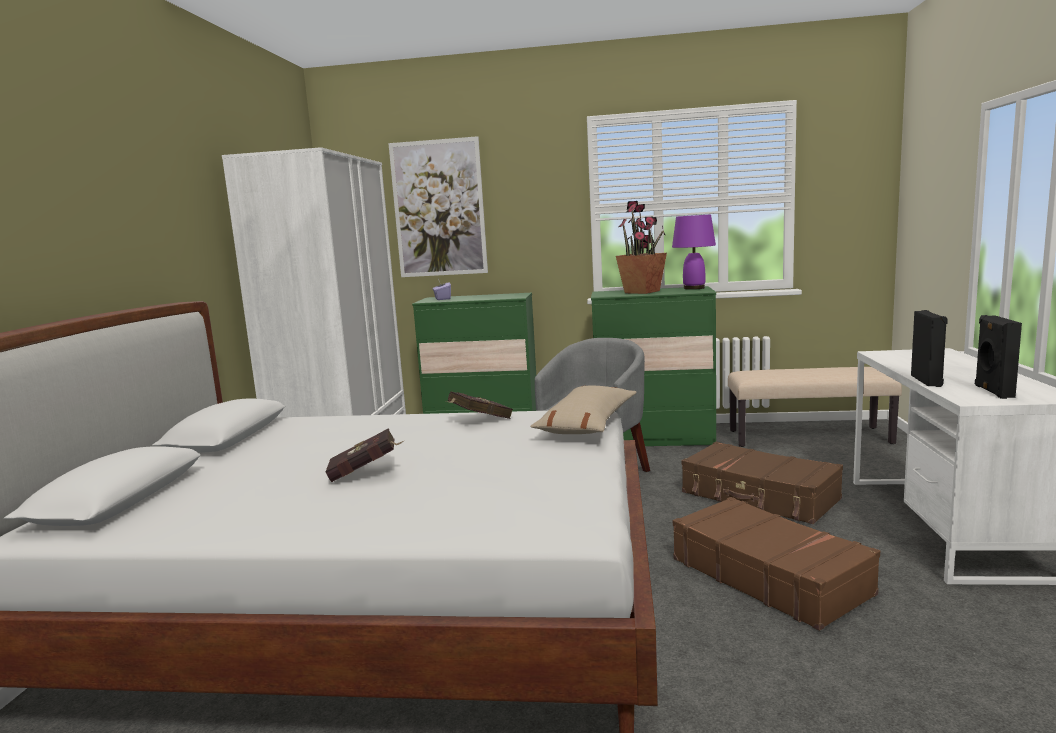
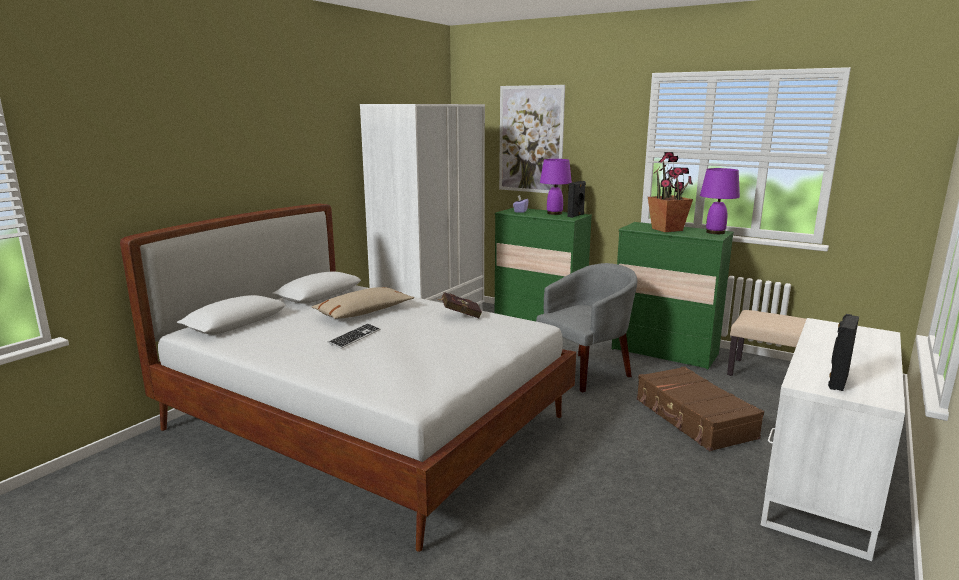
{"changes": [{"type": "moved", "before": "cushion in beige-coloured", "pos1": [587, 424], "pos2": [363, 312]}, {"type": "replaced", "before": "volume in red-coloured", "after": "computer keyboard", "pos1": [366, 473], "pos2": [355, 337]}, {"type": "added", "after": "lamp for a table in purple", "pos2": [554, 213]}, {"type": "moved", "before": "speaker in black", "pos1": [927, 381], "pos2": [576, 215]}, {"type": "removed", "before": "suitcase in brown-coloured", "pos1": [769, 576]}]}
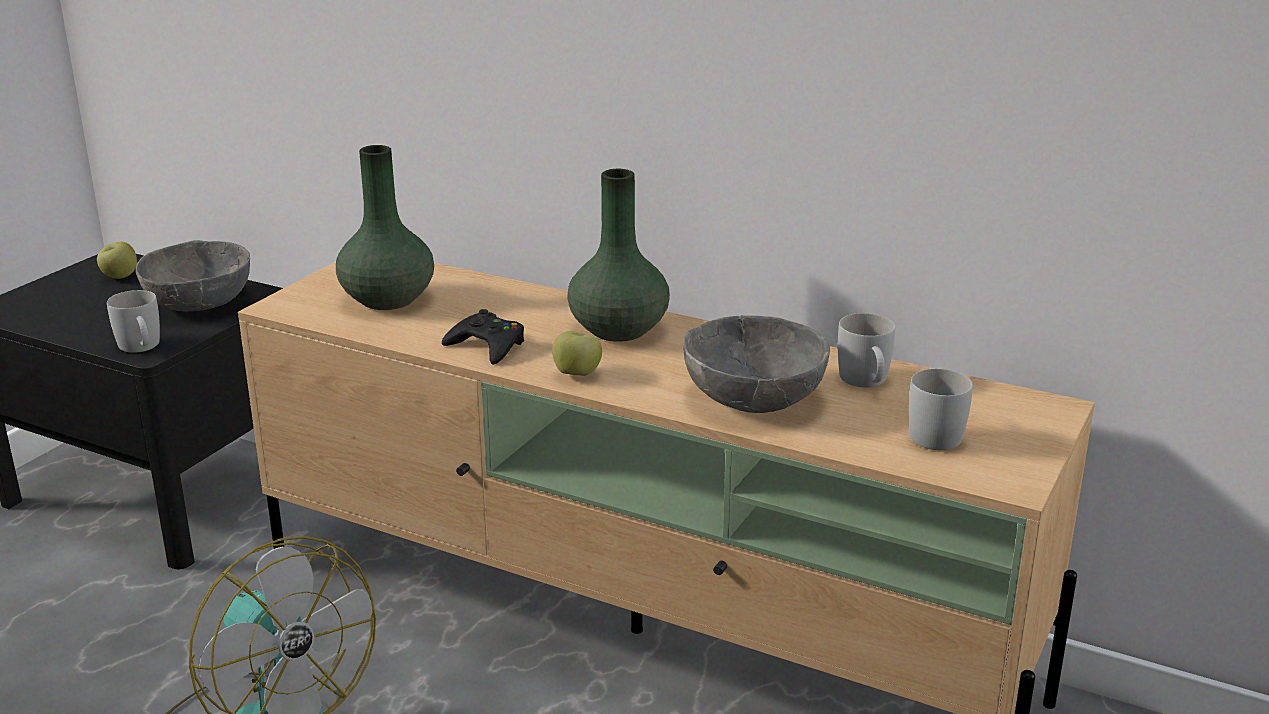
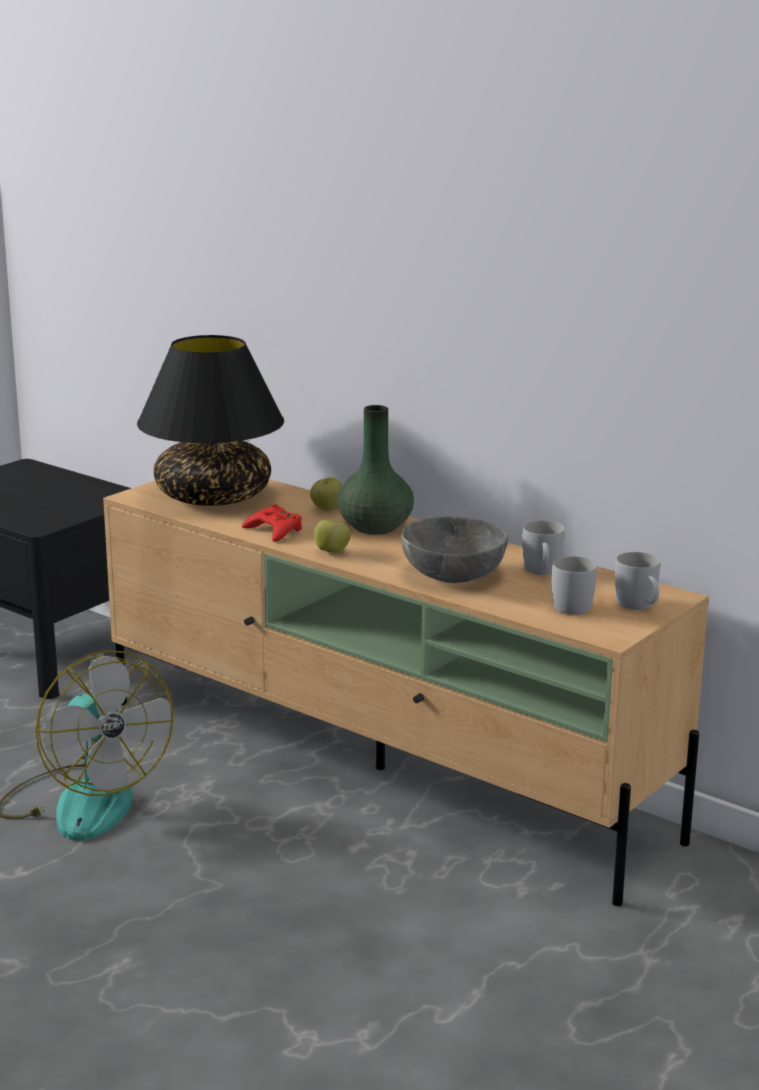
{"changes": [{"type": "replaced", "before": "vase in green-coloured", "after": "lamp for a table in black", "pos1": [388, 300], "pos2": [213, 497]}, {"type": "recoloured", "before": "game controller in black", "after": "game controller in red-coloured", "pos1": [487, 346], "pos2": [274, 530]}, {"type": "moved", "before": "apple fruit", "pos1": [120, 277], "pos2": [327, 509]}, {"type": "moved", "before": "tea mug in white-coloured", "pos1": [141, 348], "pos2": [639, 606]}, {"type": "removed", "before": "deep dish in greyish", "pos1": [199, 302]}]}
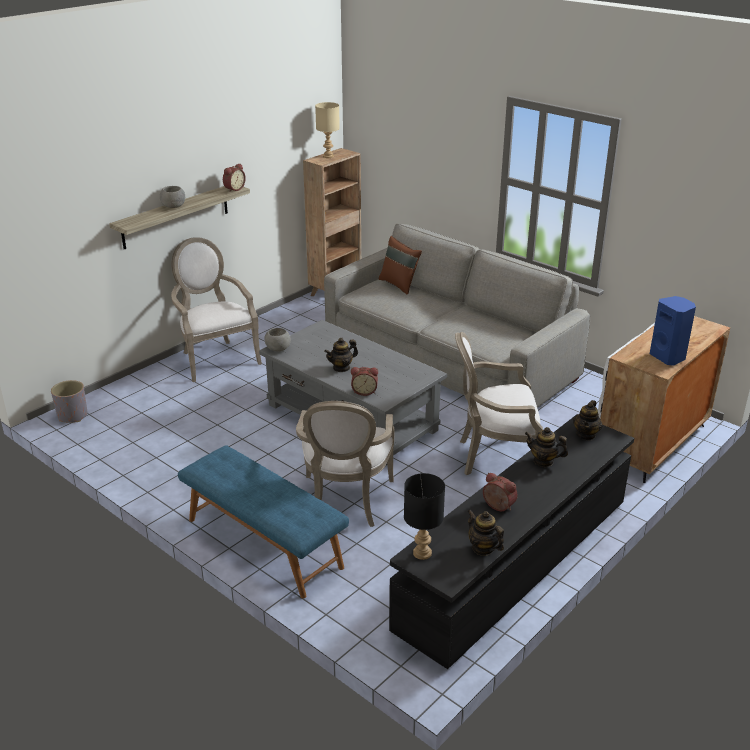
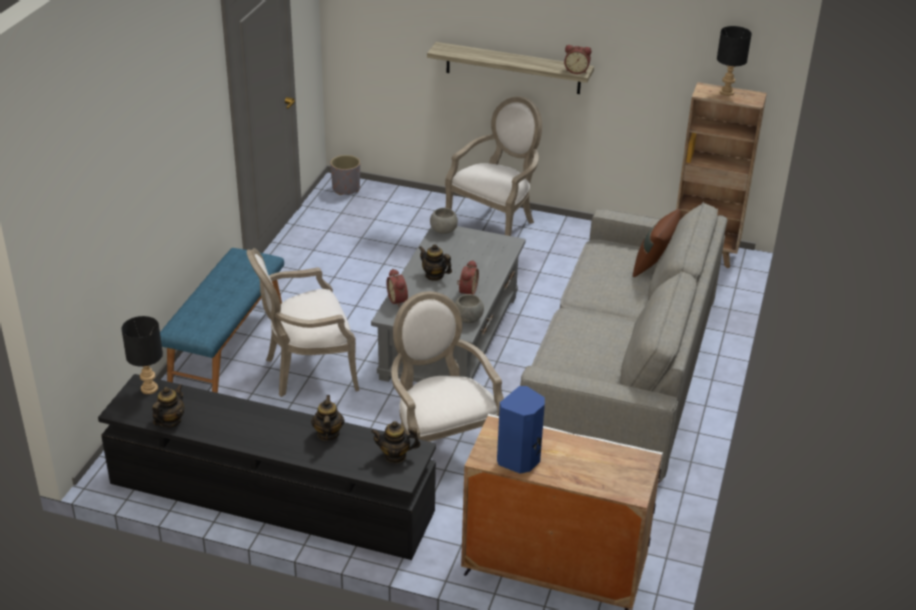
{"changes": [{"type": "moved", "before": "deep dish in greyish", "pos1": [173, 206], "pos2": [468, 319]}, {"type": "moved", "before": "table clock", "pos1": [497, 507], "pos2": [466, 291]}, {"type": "recoloured", "before": "lamp for a table in beige-coloured", "after": "lamp for a table in black", "pos1": [328, 156], "pos2": [726, 92]}]}
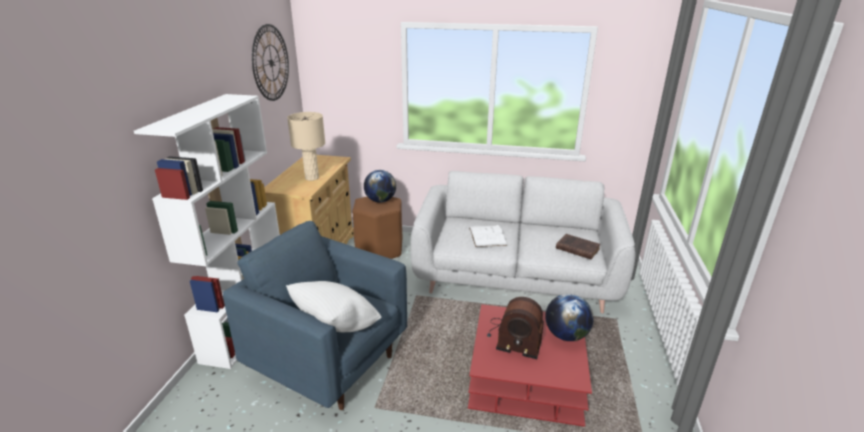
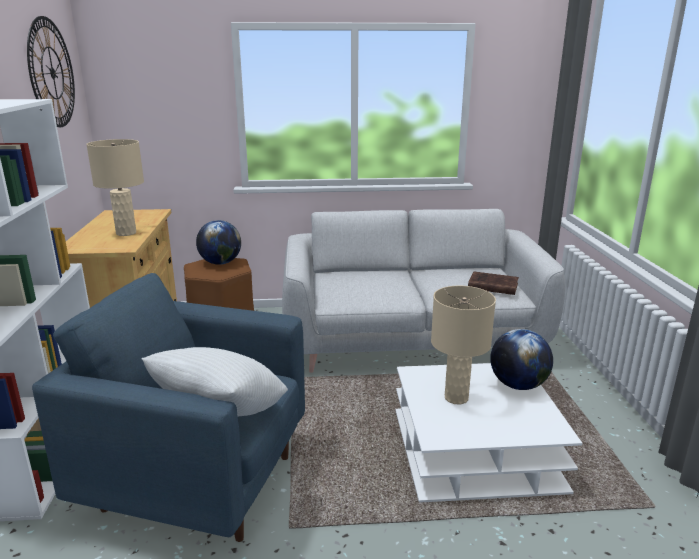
{"changes": [{"type": "recoloured", "before": "lounge table in red-coloured", "after": "lounge table in white-coloured", "pos1": [526, 376], "pos2": [474, 449]}, {"type": "replaced", "before": "radio", "after": "lamp for a table in beige-coloured", "pos1": [513, 337], "pos2": [456, 397]}, {"type": "removed", "before": "volume in white-coloured", "pos1": [487, 236]}]}
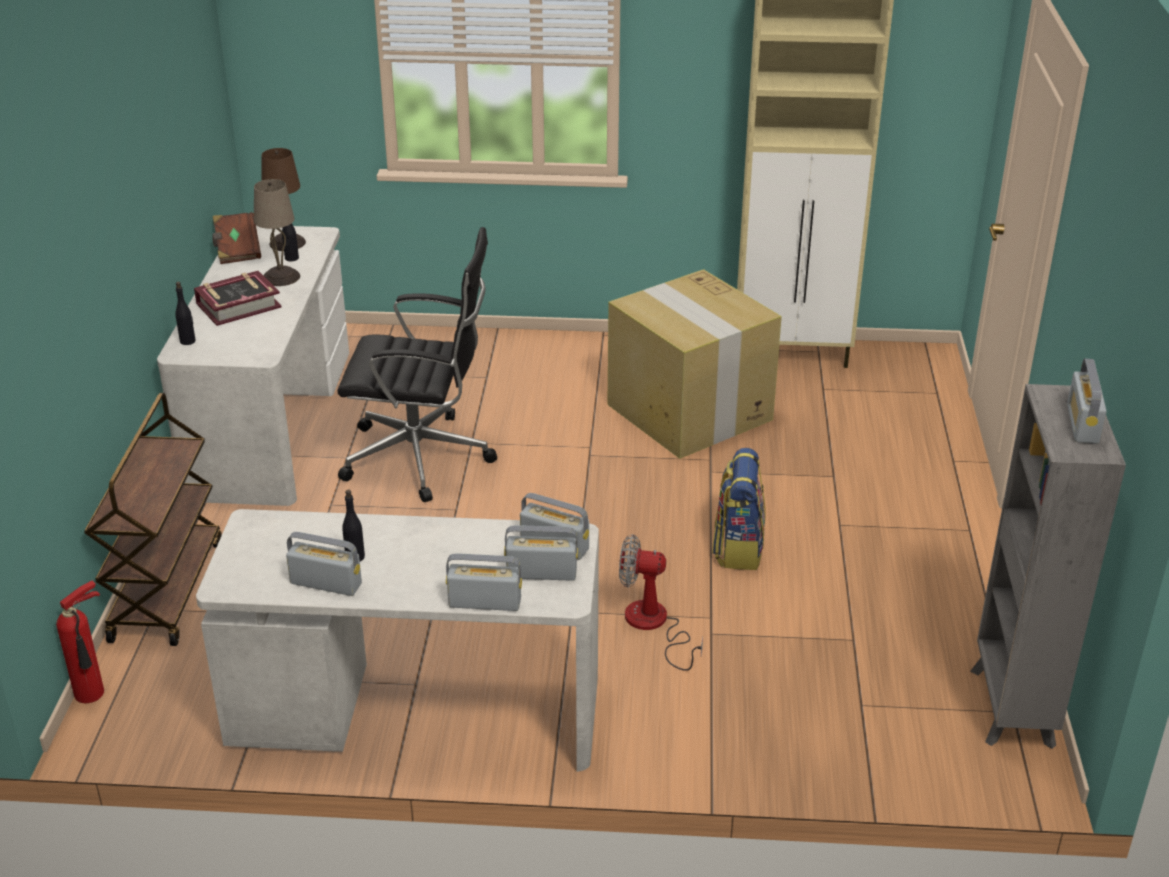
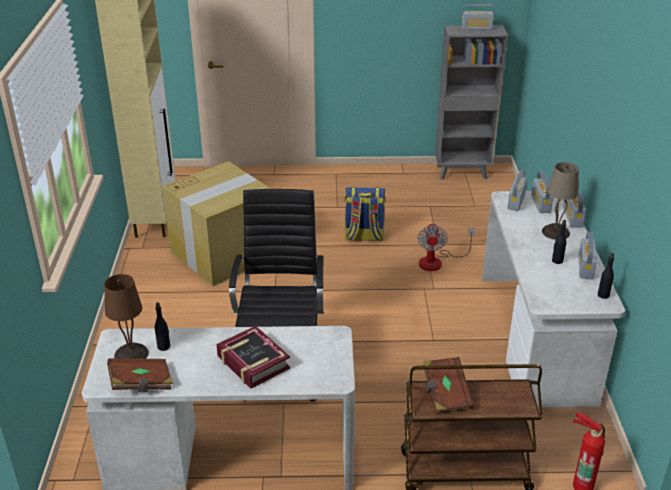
{"changes": [{"type": "added", "after": "volume in brown-coloured", "pos2": [445, 394]}, {"type": "moved", "before": "lamp for a table in beige-coloured", "pos1": [281, 277], "pos2": [556, 232]}, {"type": "moved", "before": "bottle in black", "pos1": [188, 341], "pos2": [603, 295]}]}
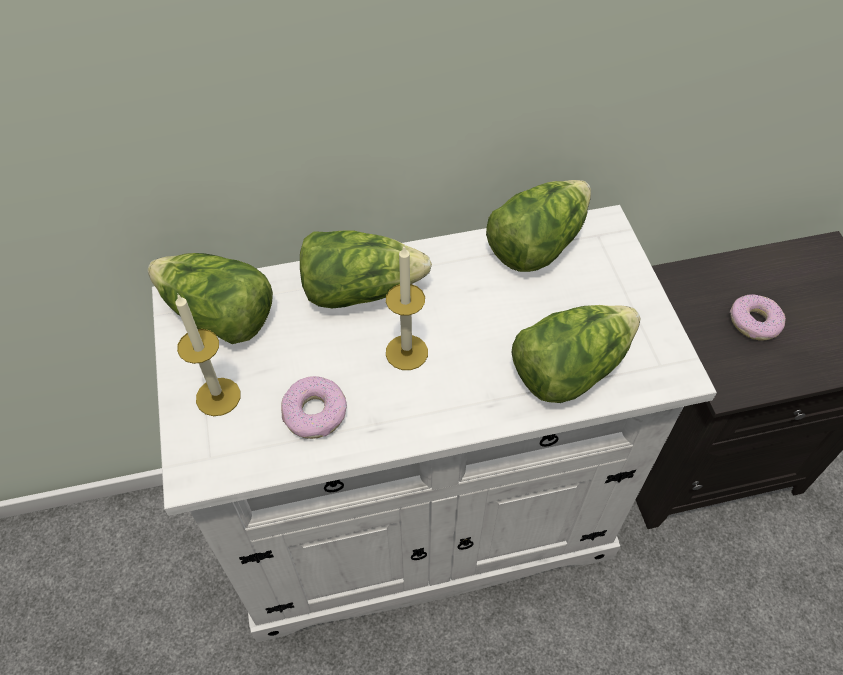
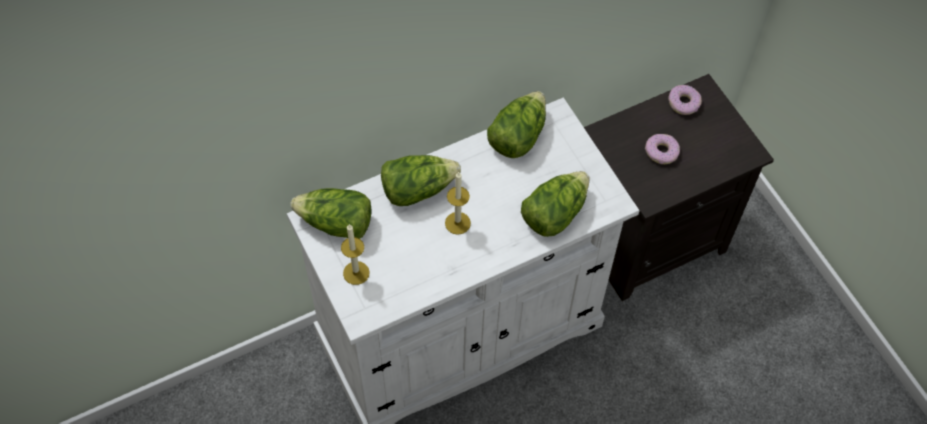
{"changes": [{"type": "moved", "before": "doughnut", "pos1": [315, 413], "pos2": [683, 103]}]}
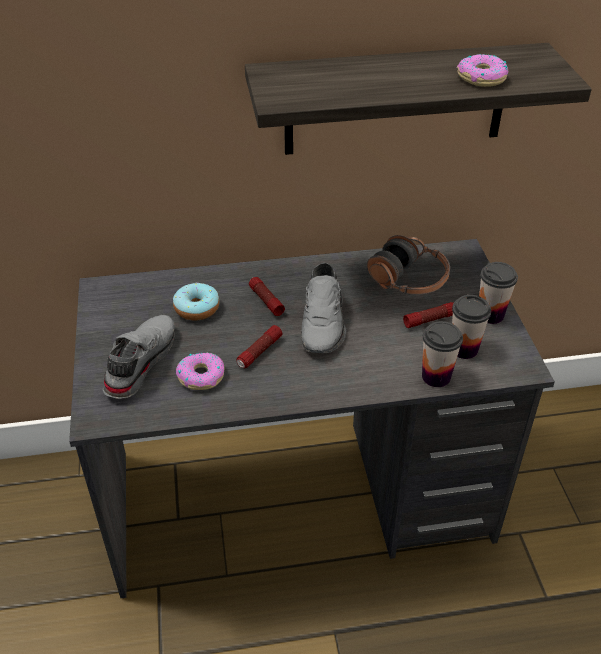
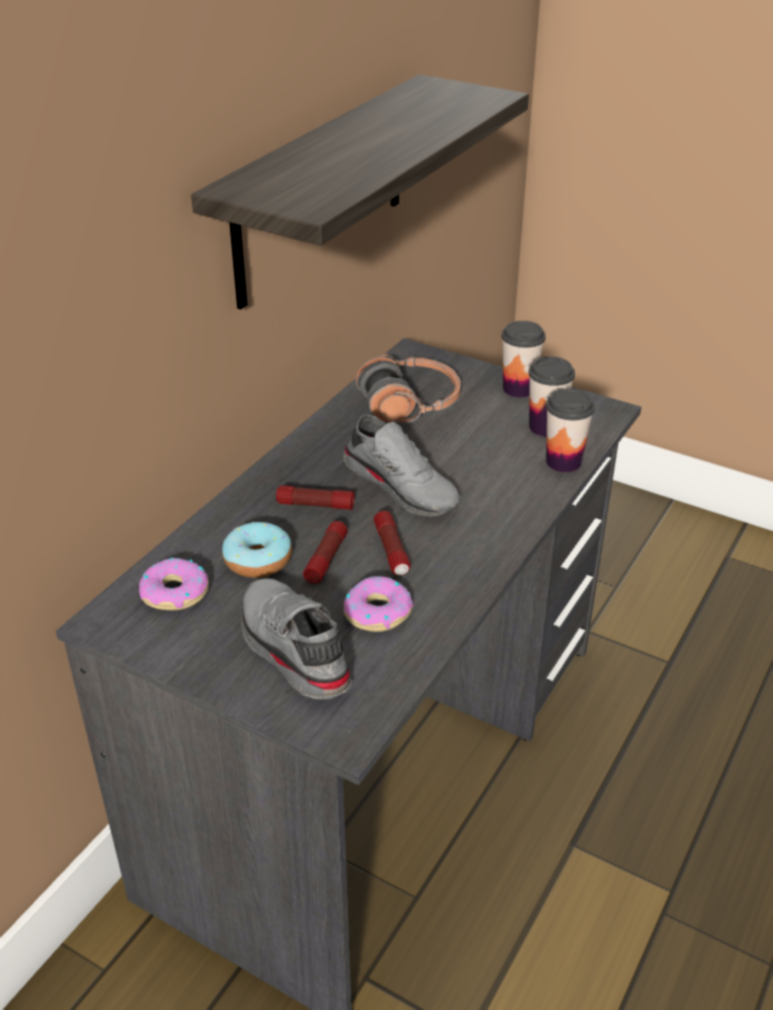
{"changes": [{"type": "moved", "before": "doughnut", "pos1": [481, 78], "pos2": [174, 593]}, {"type": "moved", "before": "hand torch", "pos1": [429, 320], "pos2": [326, 559]}]}
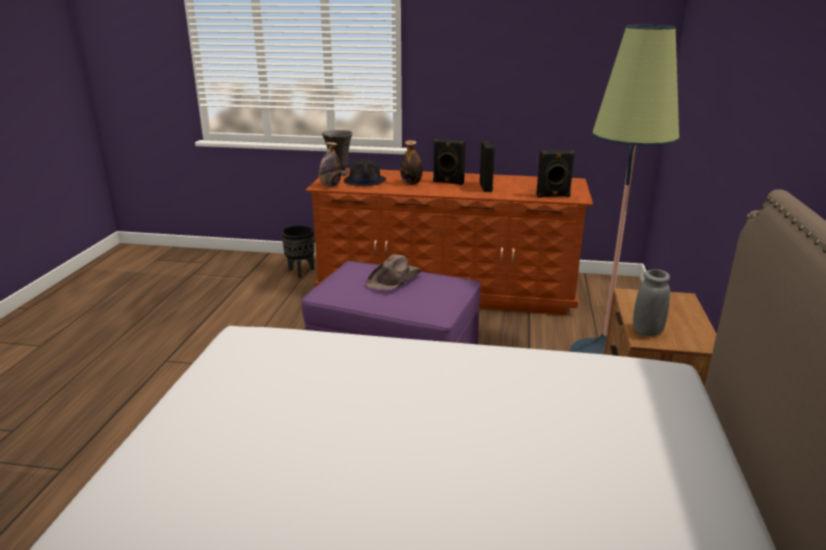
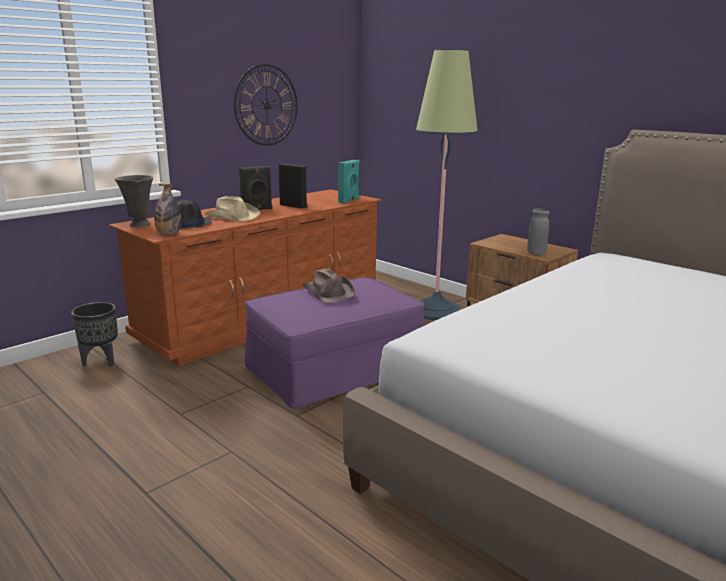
{"changes": [{"type": "replaced", "before": "bottle", "after": "hat in beige-coloured", "pos1": [411, 183], "pos2": [232, 216]}, {"type": "added", "after": "wall clock", "pos2": [266, 105]}, {"type": "recoloured", "before": "speaker in black", "after": "speaker in blue-green", "pos1": [553, 196], "pos2": [349, 201]}]}
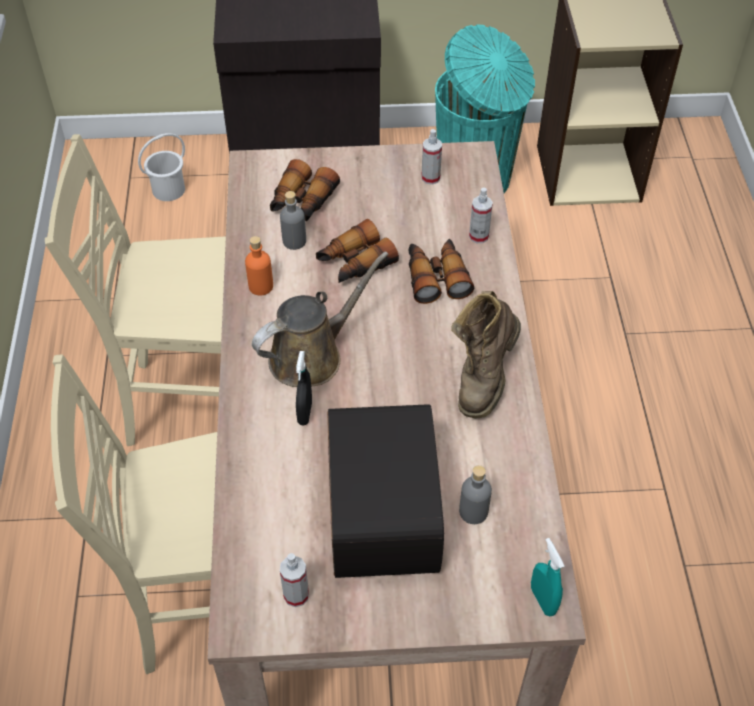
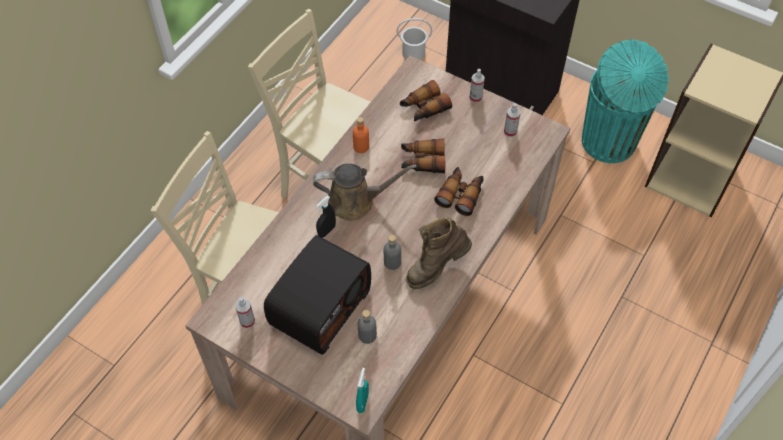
{"changes": [{"type": "moved", "before": "bottle in greyish", "pos1": [294, 241], "pos2": [392, 262]}, {"type": "moved", "before": "sprayer", "pos1": [478, 236], "pos2": [475, 98]}]}
